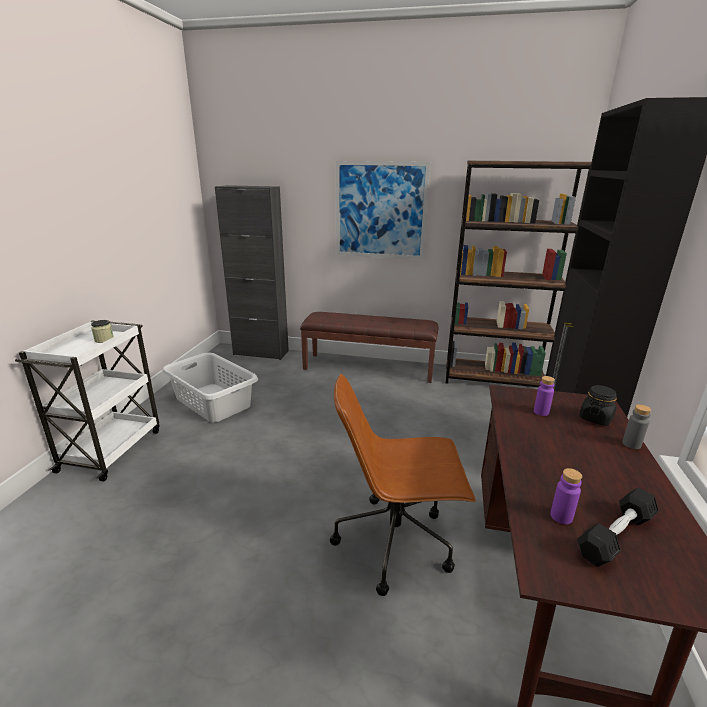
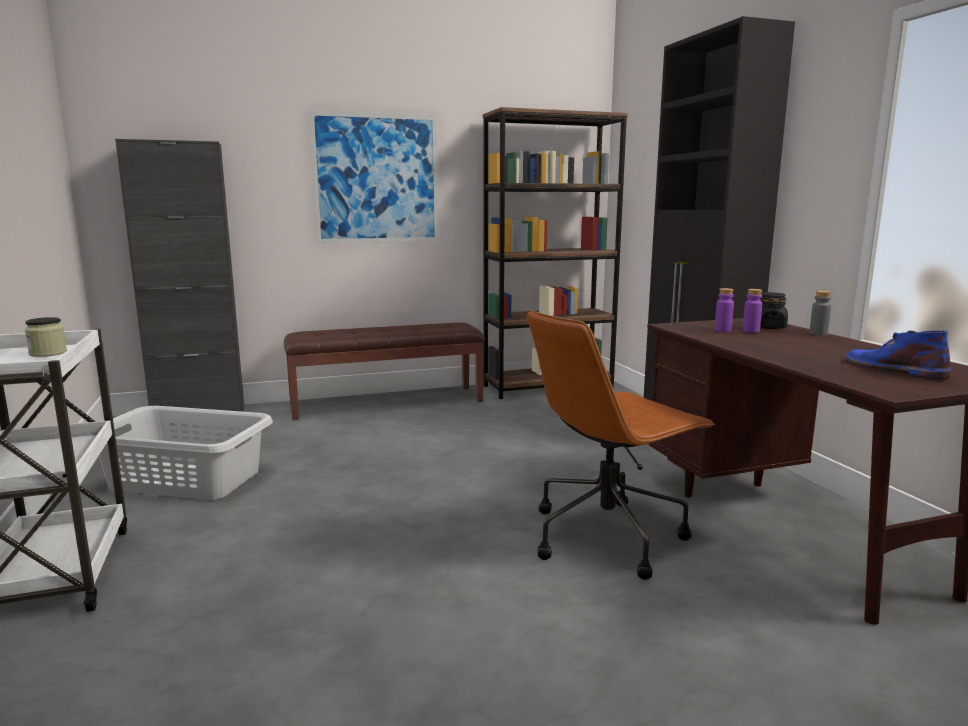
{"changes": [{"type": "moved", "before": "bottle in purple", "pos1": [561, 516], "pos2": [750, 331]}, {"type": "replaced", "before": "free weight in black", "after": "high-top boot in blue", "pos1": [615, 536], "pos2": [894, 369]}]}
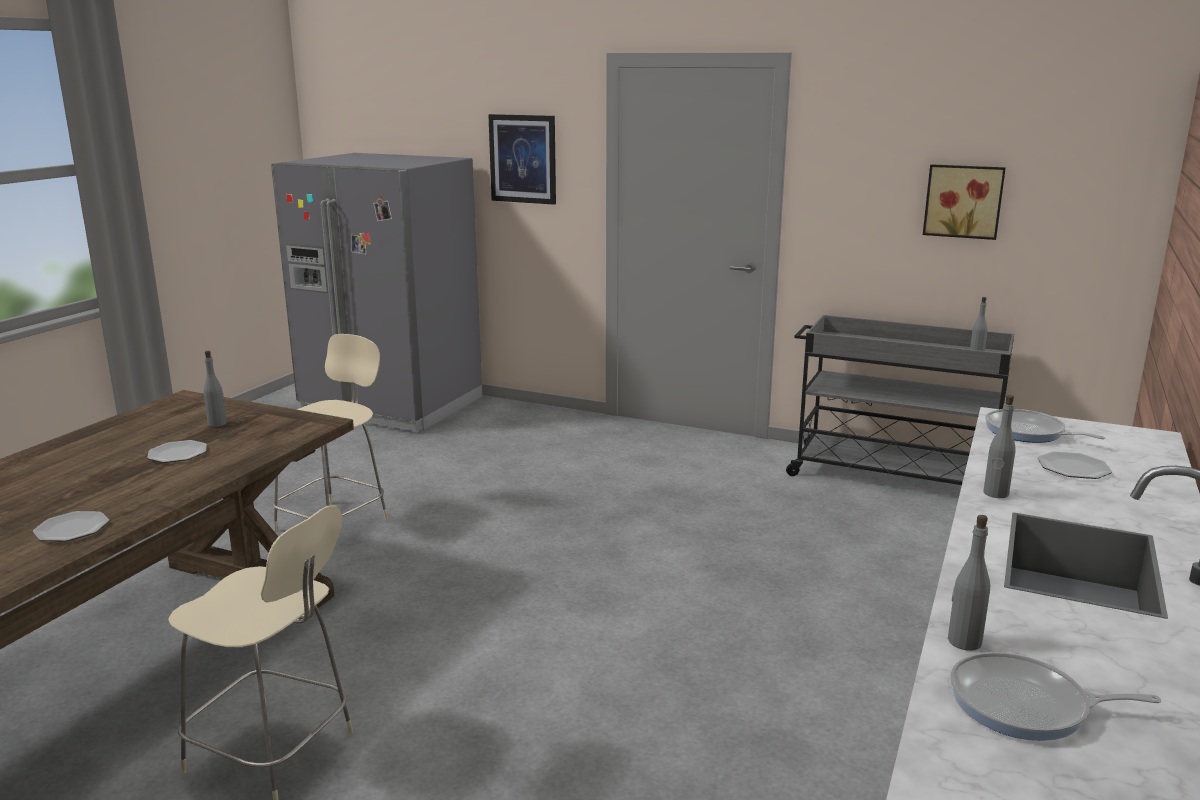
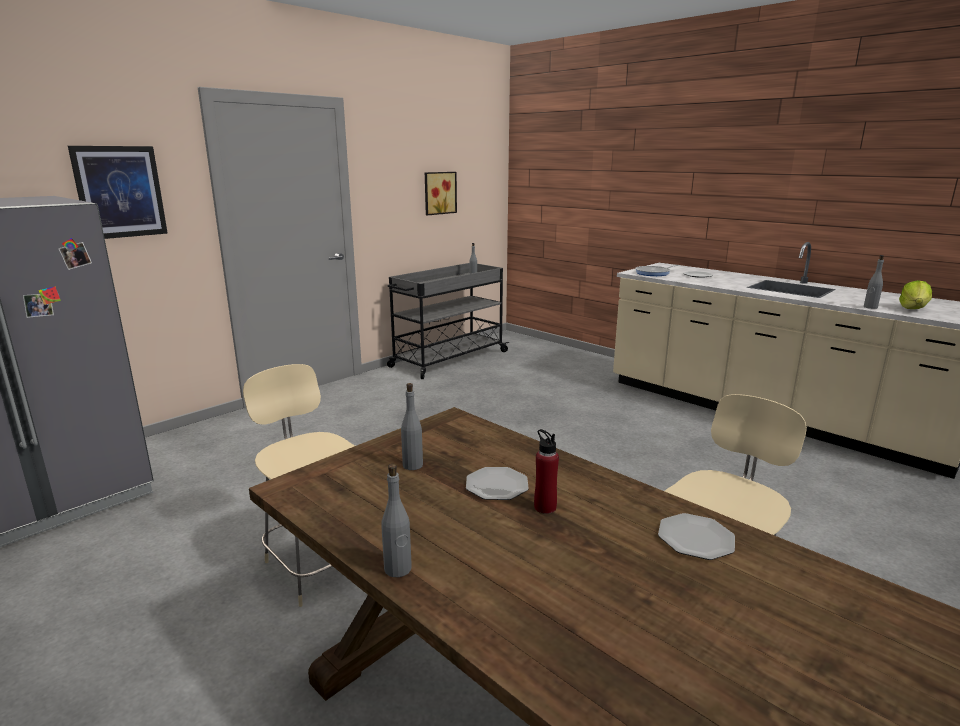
{"changes": [{"type": "moved", "before": "bottle in greyish", "pos1": [995, 493], "pos2": [398, 569]}, {"type": "added", "after": "bottle in red-coloured", "pos2": [545, 507]}, {"type": "replaced", "before": "pan", "after": "head of lettuce", "pos1": [1026, 706], "pos2": [913, 309]}]}
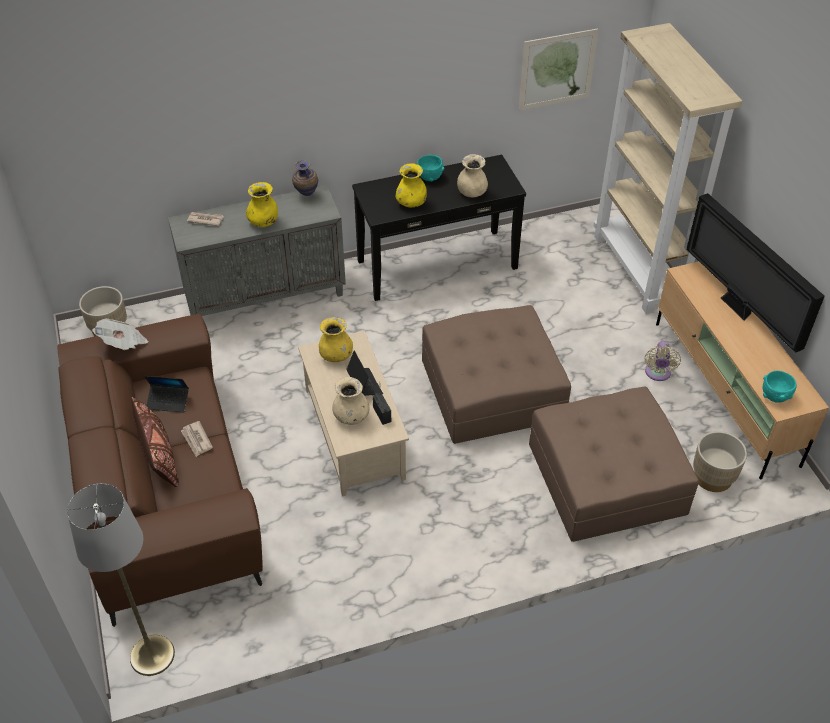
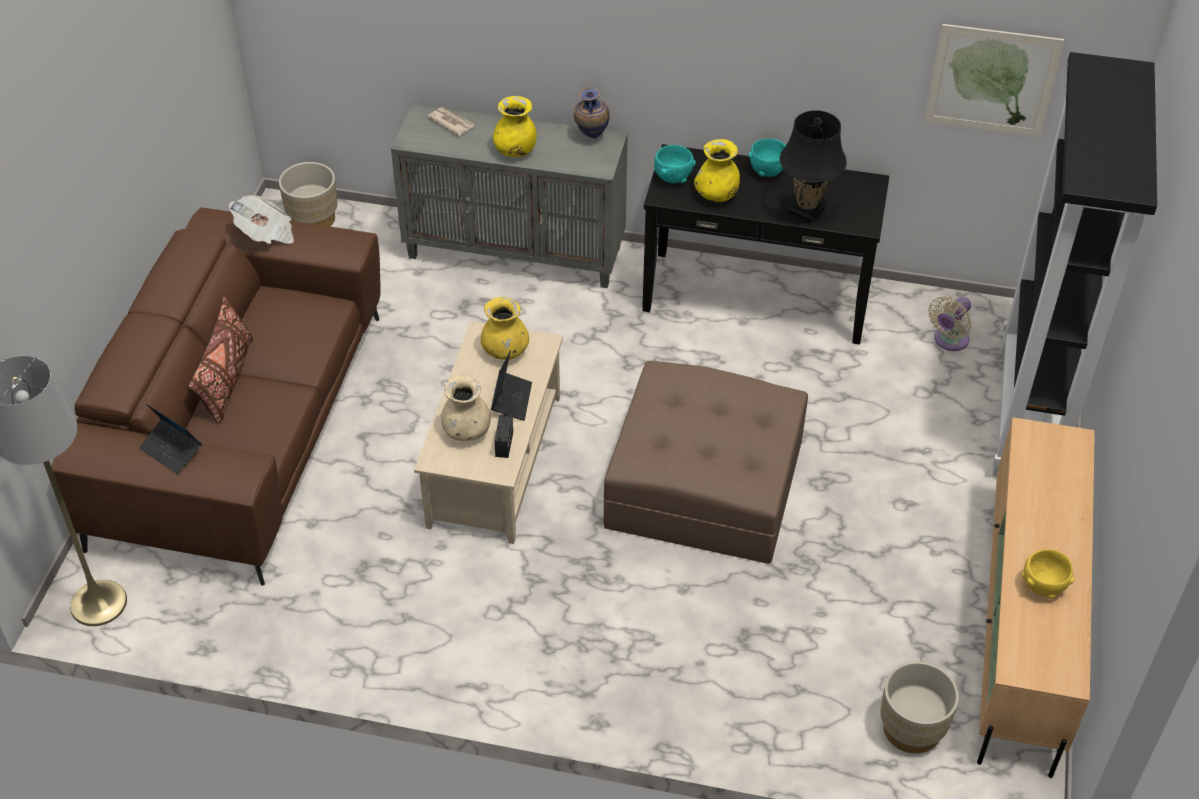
{"changes": [{"type": "moved", "before": "portable computer", "pos1": [168, 401], "pos2": [171, 450]}, {"type": "moved", "before": "deep dish in blue-green", "pos1": [775, 396], "pos2": [673, 178]}, {"type": "replaced", "before": "vase in beige-coloured", "after": "lamp for a table in black", "pos1": [472, 193], "pos2": [806, 211]}, {"type": "moved", "before": "fan in beige-coloured", "pos1": [657, 374], "pos2": [949, 341]}, {"type": "recoloured", "before": "shelving unit in beige-coloured", "after": "shelving unit in black", "pos1": [638, 270], "pos2": [1029, 414]}, {"type": "added", "after": "deep dish in yellowish", "pos2": [1043, 586]}, {"type": "removed", "before": "daily paper", "pos1": [197, 440]}, {"type": "removed", "before": "pouffe in brown-coloured", "pos1": [605, 478]}, {"type": "removed", "before": "TV", "pos1": [737, 309]}]}
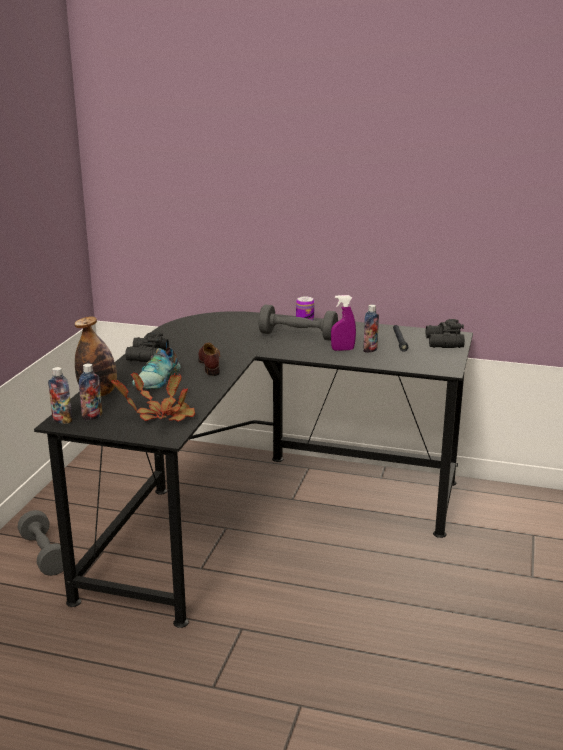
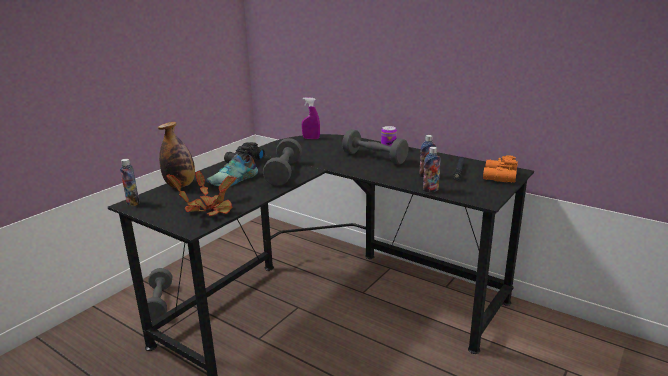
{"changes": [{"type": "replaced", "before": "item of footwear in brown-coloured", "after": "free weight in greyish", "pos1": [209, 365], "pos2": [284, 173]}, {"type": "moved", "before": "sprayer in purple", "pos1": [342, 349], "pos2": [311, 138]}, {"type": "moved", "before": "bottle", "pos1": [92, 416], "pos2": [430, 190]}, {"type": "recoloured", "before": "binoculars in black", "after": "binoculars in orange", "pos1": [443, 343], "pos2": [498, 177]}]}
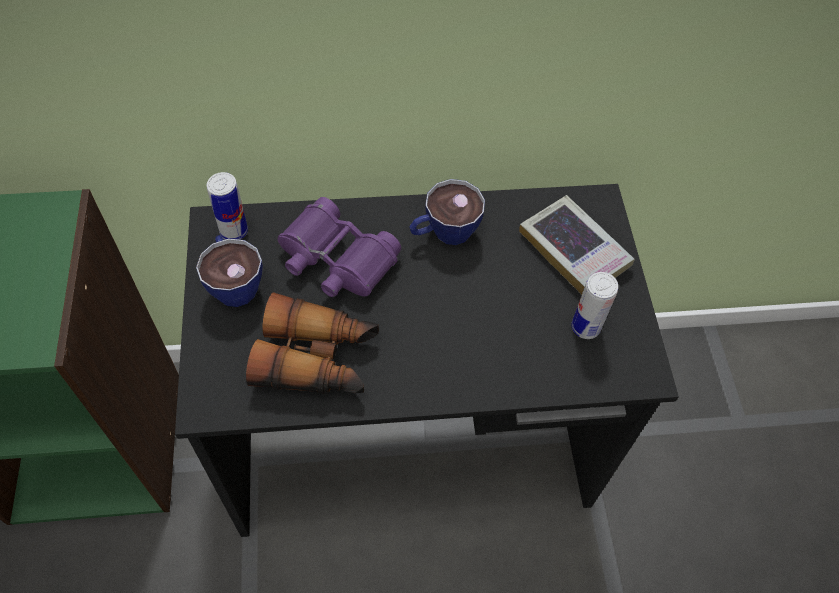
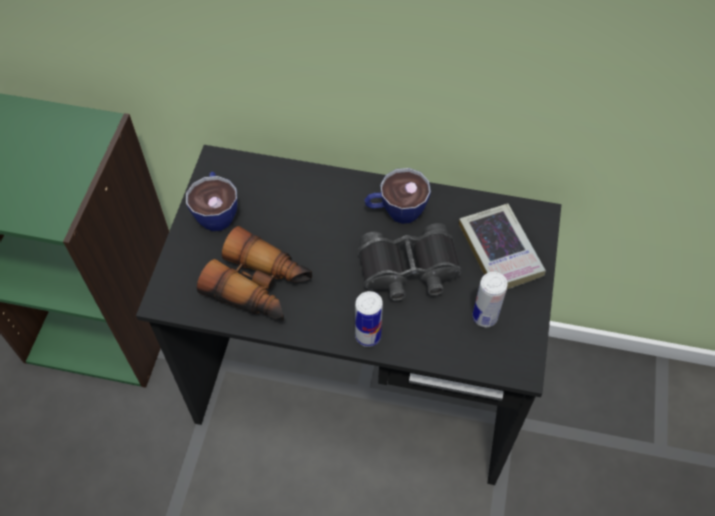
{"changes": [{"type": "moved", "before": "can", "pos1": [234, 231], "pos2": [368, 336]}, {"type": "added", "after": "binoculars in black", "pos2": [409, 270]}, {"type": "removed", "before": "binoculars in purple", "pos1": [336, 260]}]}
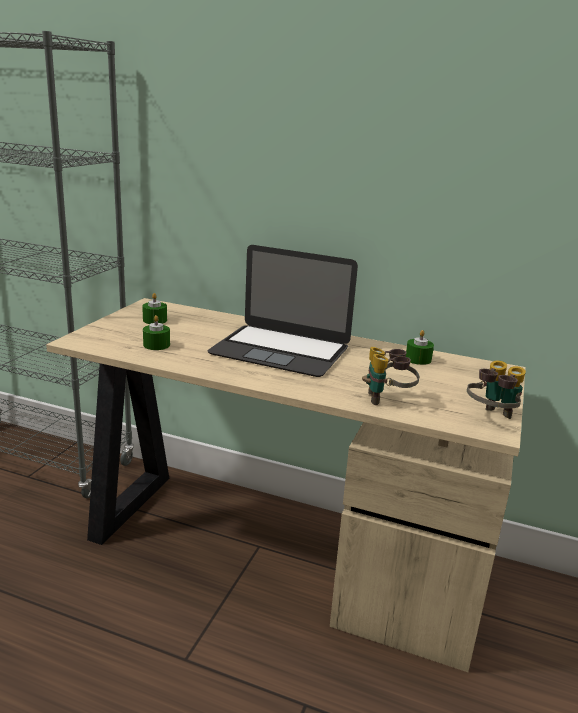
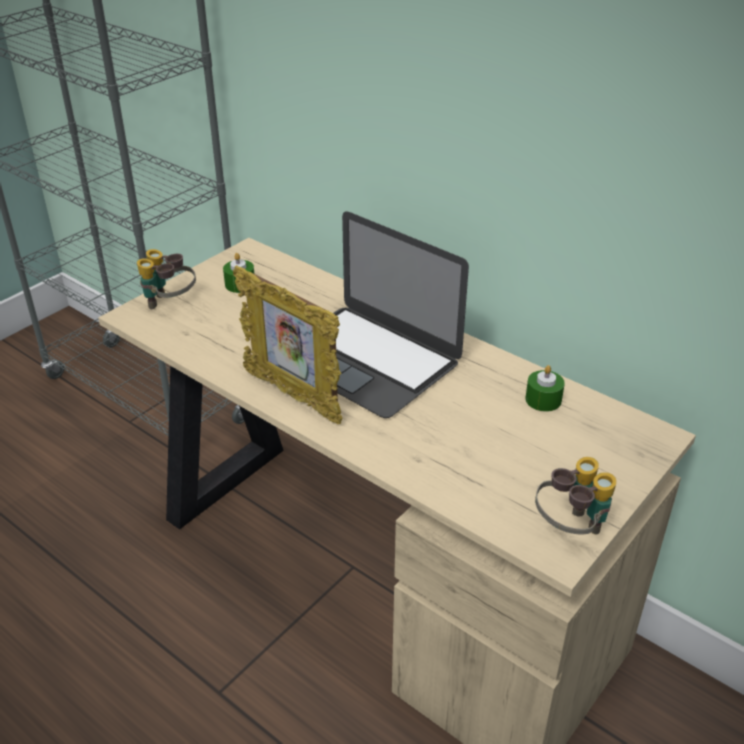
{"changes": [{"type": "moved", "before": "binoculars", "pos1": [387, 399], "pos2": [170, 304]}, {"type": "added", "after": "picture frame", "pos2": [293, 396]}, {"type": "removed", "before": "wax light in green-coloured", "pos1": [156, 345]}]}
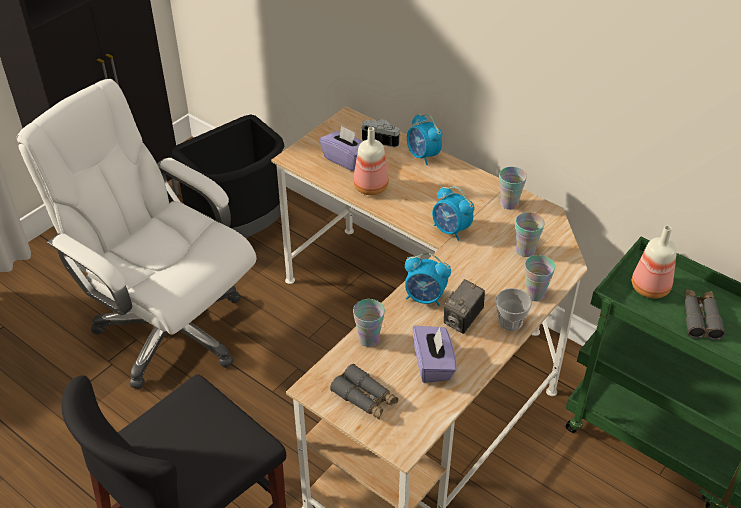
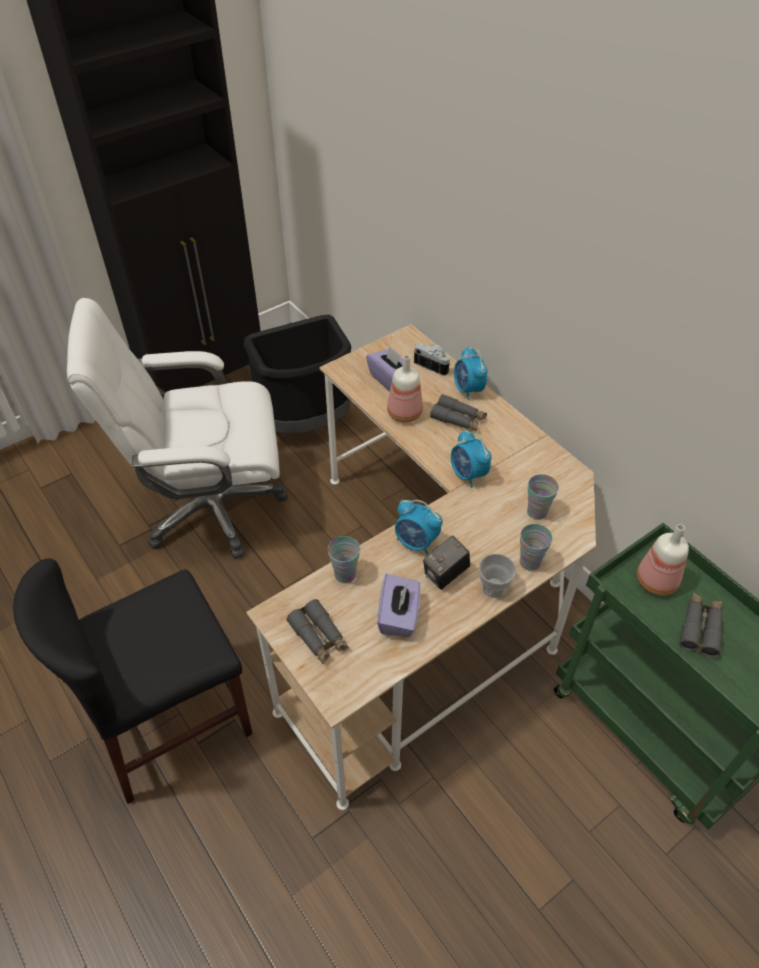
{"changes": [{"type": "turned", "before": "computer chair in white-coloured", "pos1": [169, 330], "pos2": [211, 507], "turn": -60}, {"type": "added", "after": "binoculars in greyish", "pos2": [458, 419]}, {"type": "removed", "before": "small cup", "pos1": [509, 204]}]}
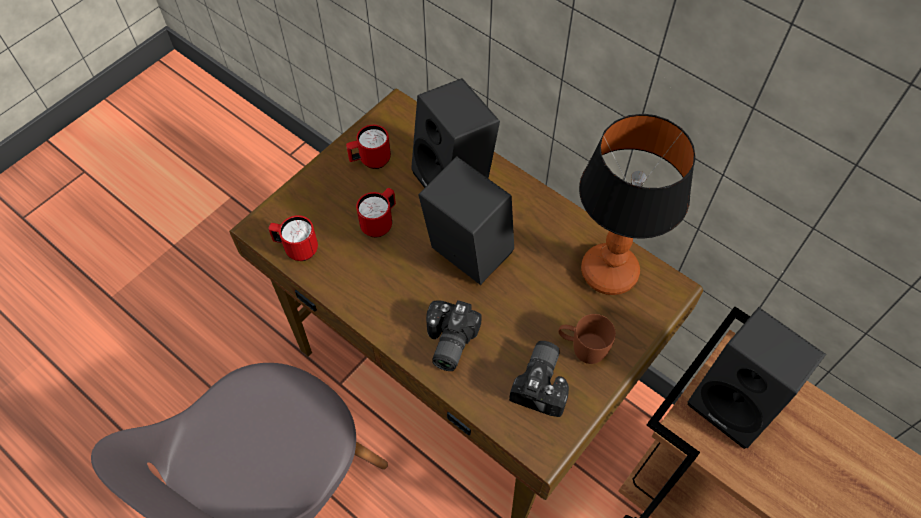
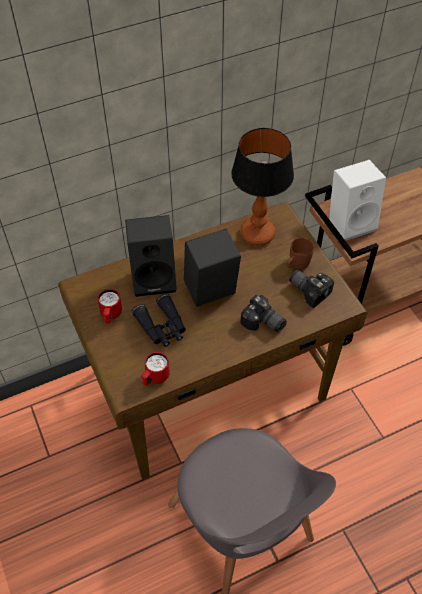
{"changes": [{"type": "replaced", "before": "tea mug in red-coloured", "after": "binoculars in black", "pos1": [380, 223], "pos2": [162, 327]}, {"type": "recoloured", "before": "speaker in black", "after": "speaker in white-coloured", "pos1": [736, 403], "pos2": [351, 222]}]}
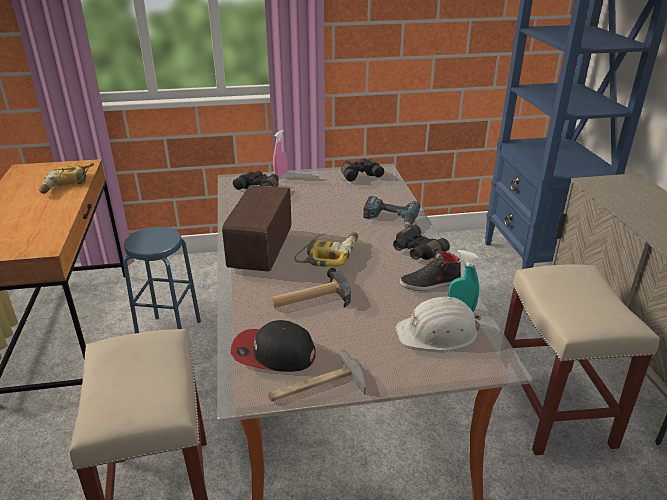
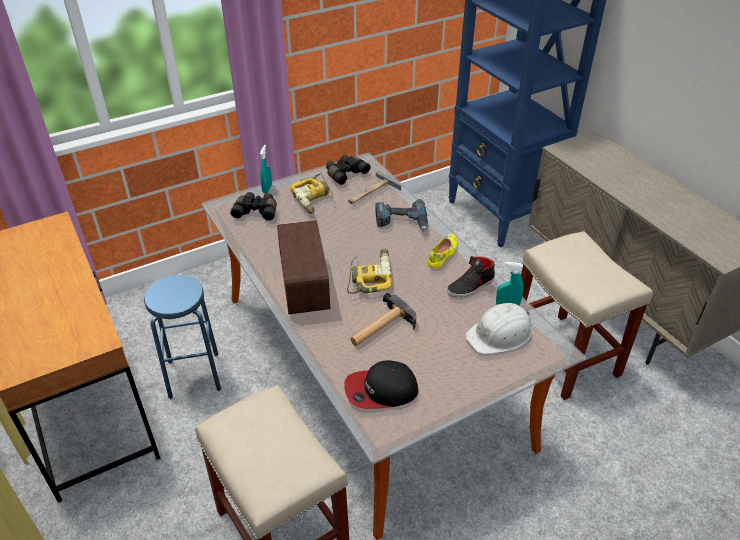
{"changes": [{"type": "recoloured", "before": "sprayer in pinkish", "after": "sprayer in blue-green", "pos1": [280, 174], "pos2": [267, 189]}, {"type": "moved", "before": "drill", "pos1": [68, 184], "pos2": [314, 198]}, {"type": "moved", "before": "hammer", "pos1": [316, 387], "pos2": [371, 192]}, {"type": "replaced", "before": "binoculars in black", "after": "item of footwear in yellowish", "pos1": [416, 251], "pos2": [443, 254]}]}
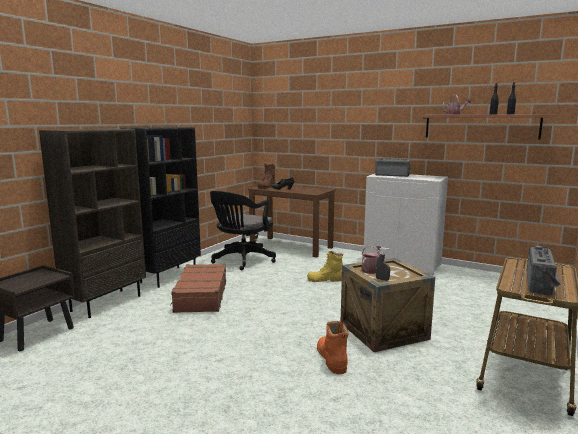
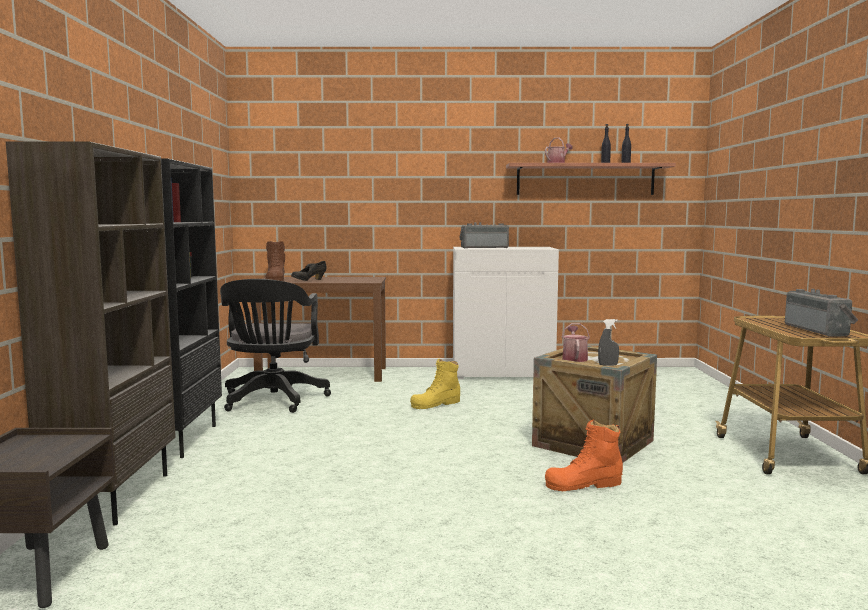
{"changes": [{"type": "turned", "before": "high-top boot in orange", "pos1": [331, 359], "pos2": [583, 484], "turn": -60}, {"type": "removed", "before": "suitcase in brown-coloured", "pos1": [201, 296]}]}
